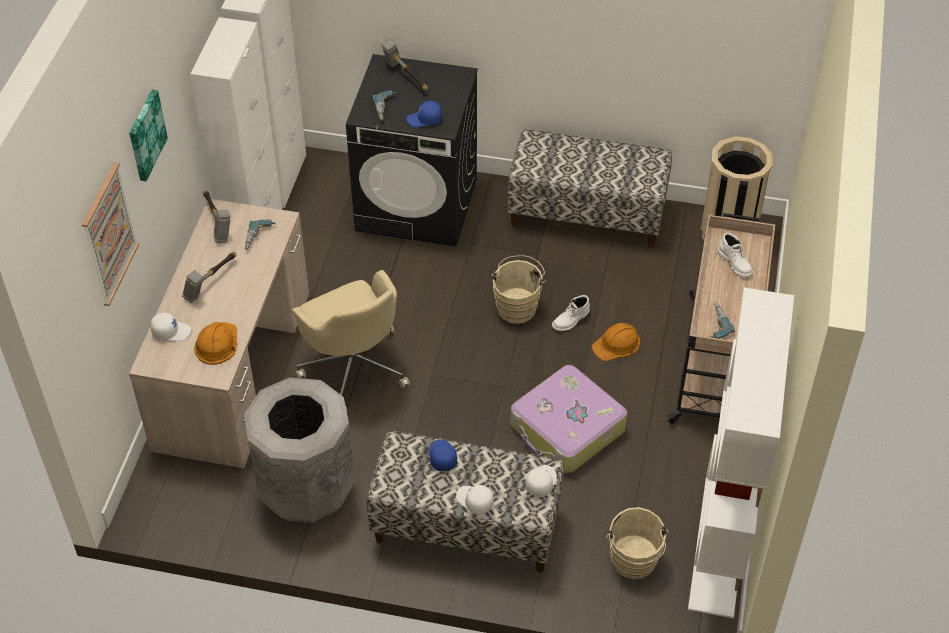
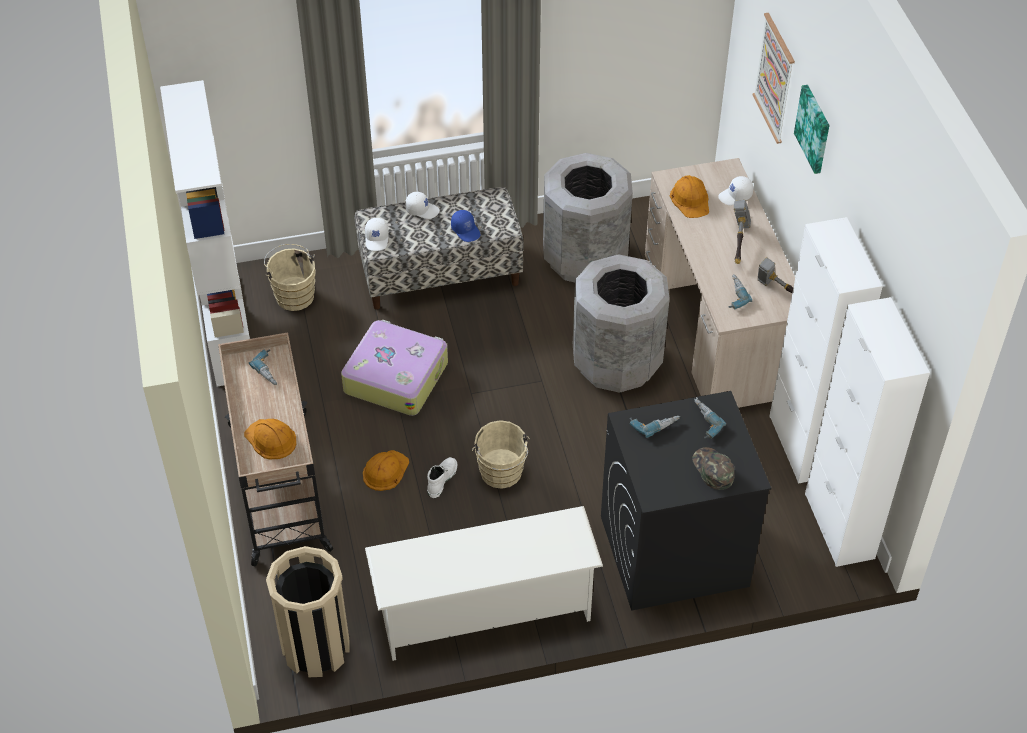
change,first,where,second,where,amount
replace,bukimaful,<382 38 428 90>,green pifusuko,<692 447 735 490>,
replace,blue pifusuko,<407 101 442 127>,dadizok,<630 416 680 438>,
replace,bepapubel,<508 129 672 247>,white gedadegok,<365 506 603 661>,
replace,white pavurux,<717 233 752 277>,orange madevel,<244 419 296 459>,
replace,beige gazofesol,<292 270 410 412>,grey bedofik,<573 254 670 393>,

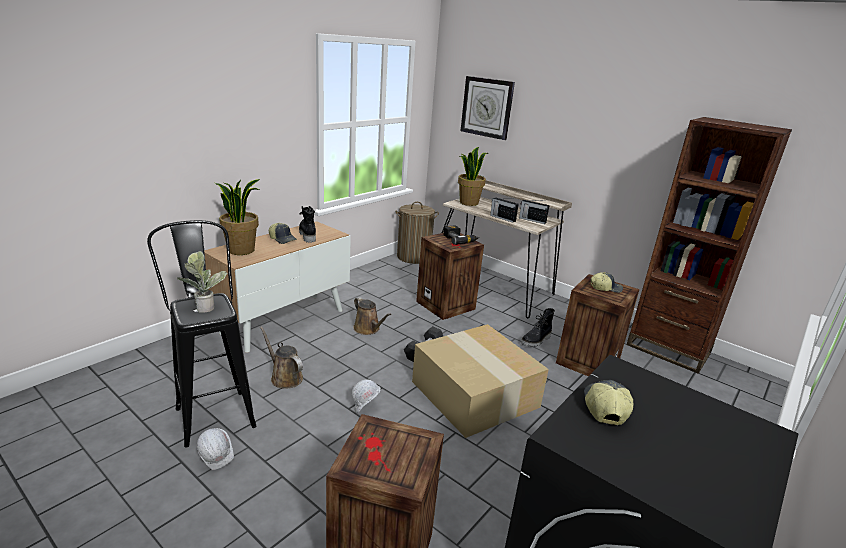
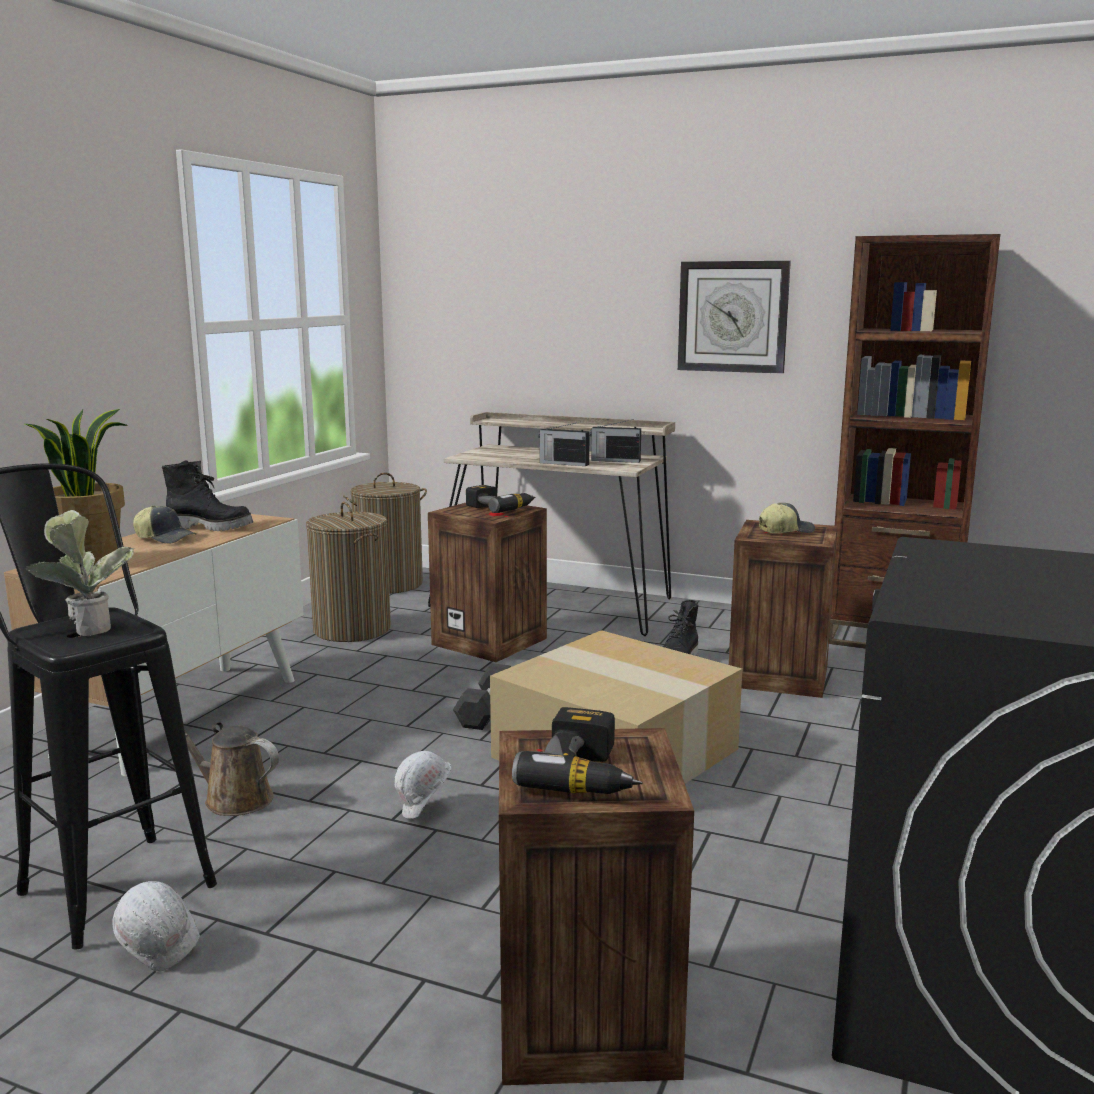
change,first,where,second,where,amount
move,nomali,<461 76 515 140>,,<678 261 791 374>,
delete,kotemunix,<458 147 489 206>,,,
rotate,black pavurux,<299 206 316 243>,,<162 460 253 531>,135 degrees clockwise
delete,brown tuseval,<354 297 391 335>,,,
delete,pifusuko,<584 380 633 425>,,,
insert,,,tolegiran,<306 502 391 642>,
insert,,,dadizok,<512 707 643 794>,

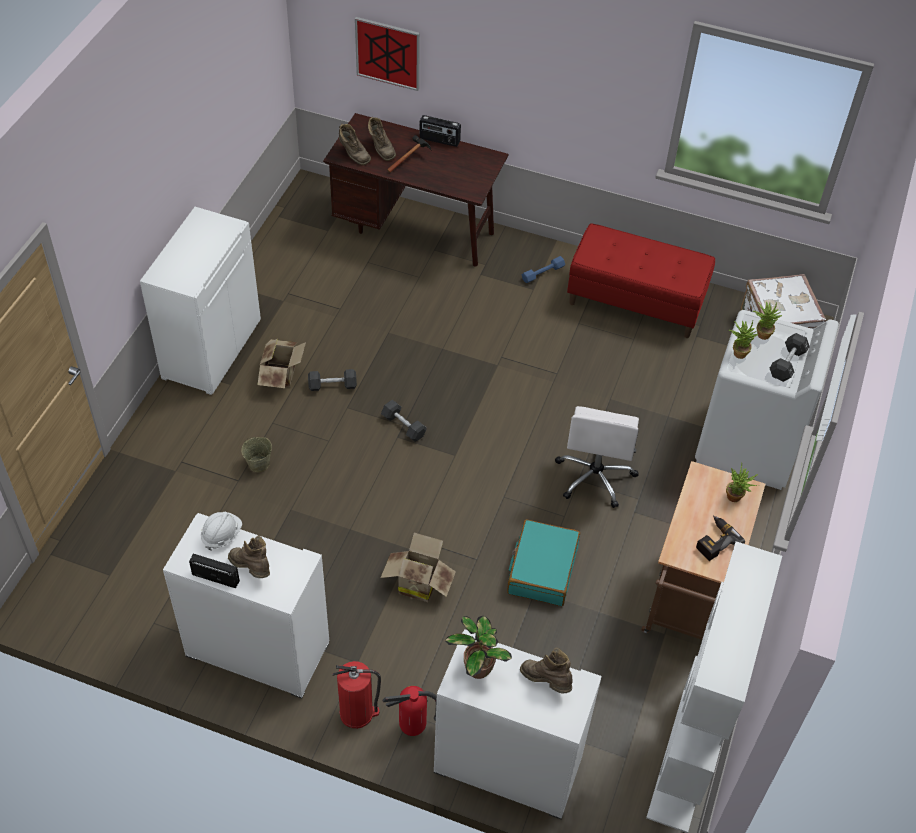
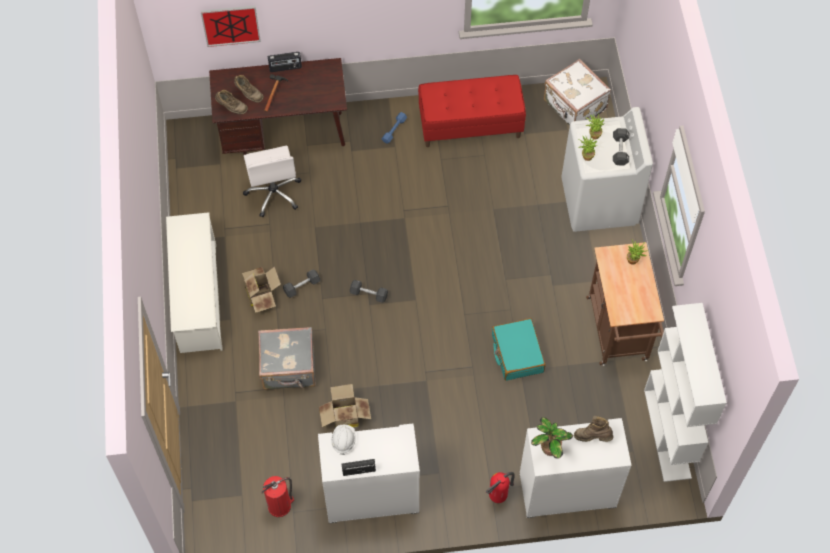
change,first,where,second,where,amount
replace,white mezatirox,<140 207 261 395>,white gedadegok,<166 212 223 353>,
move,white gazofesol,<555 406 639 508>,,<243 146 301 217>,
replace,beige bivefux,<241 437 272 472>,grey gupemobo,<258 327 315 390>,
delete,dadizok,<696 515 745 561>,,,
move,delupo,<380 533 456 602>,,<319 384 371 428>,
delete,brown pavurux,<228 535 270 578>,,,
move,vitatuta,<332 661 381 729>,,<261 476 294 517>,

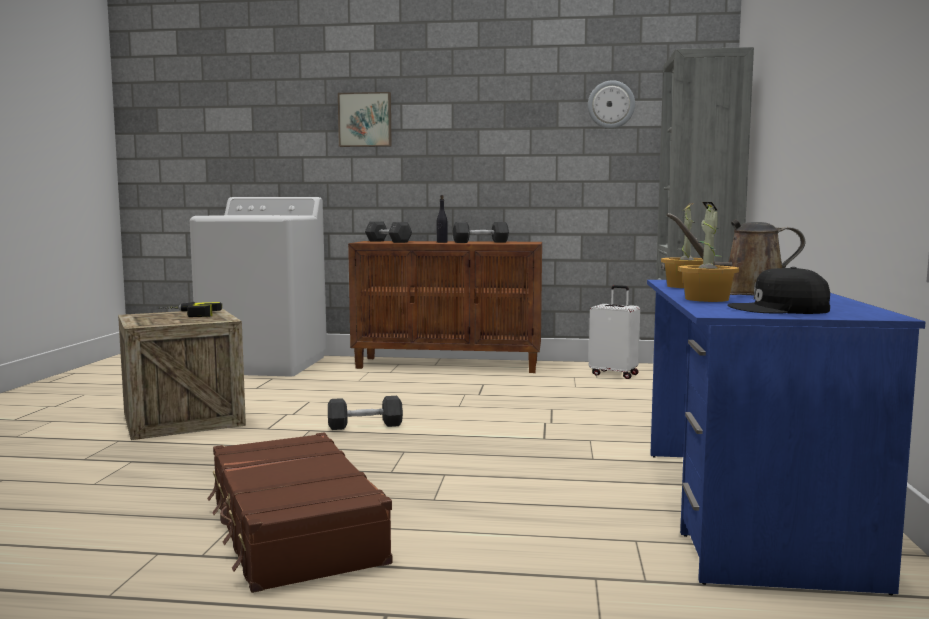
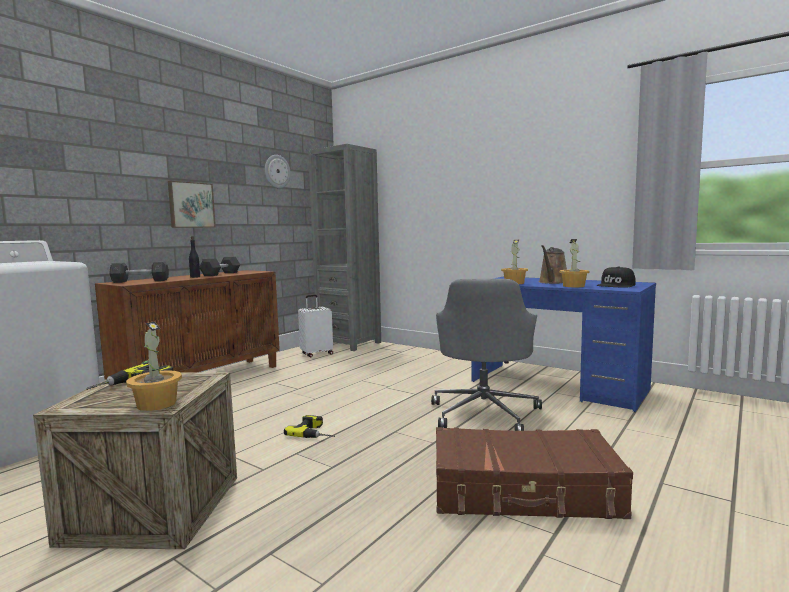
change,first,where,second,where,amount
move,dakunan,<338 92 392 147>,,<168 181 216 228>,
replace,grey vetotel,<328 396 403 430>,dadizok,<284 415 335 438>,
insert,,,grey gazofesol,<431 278 542 431>,
insert,,,kotemunix,<126 321 182 411>,

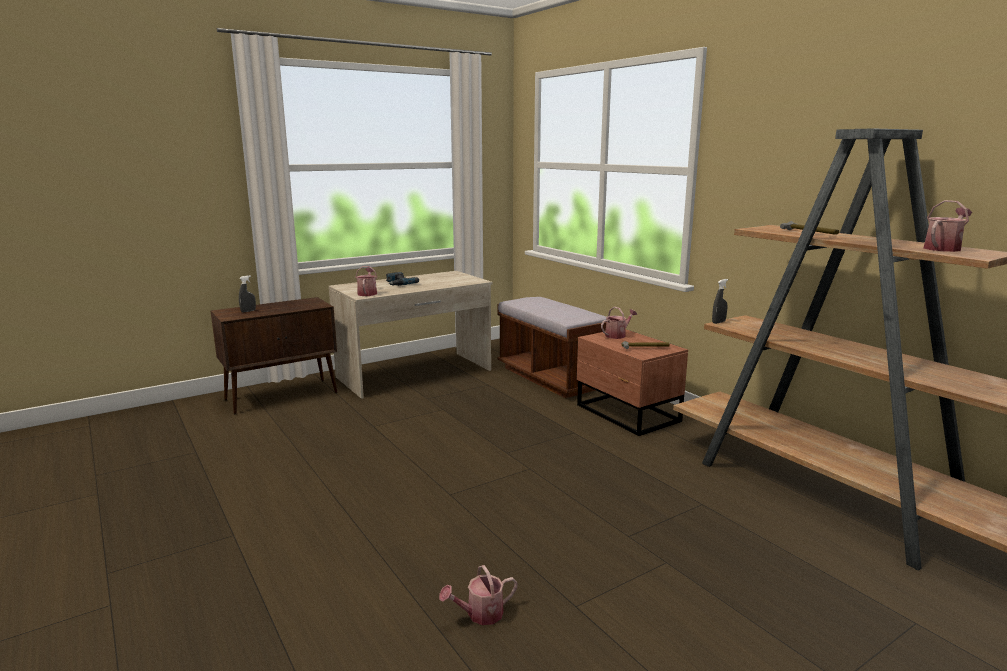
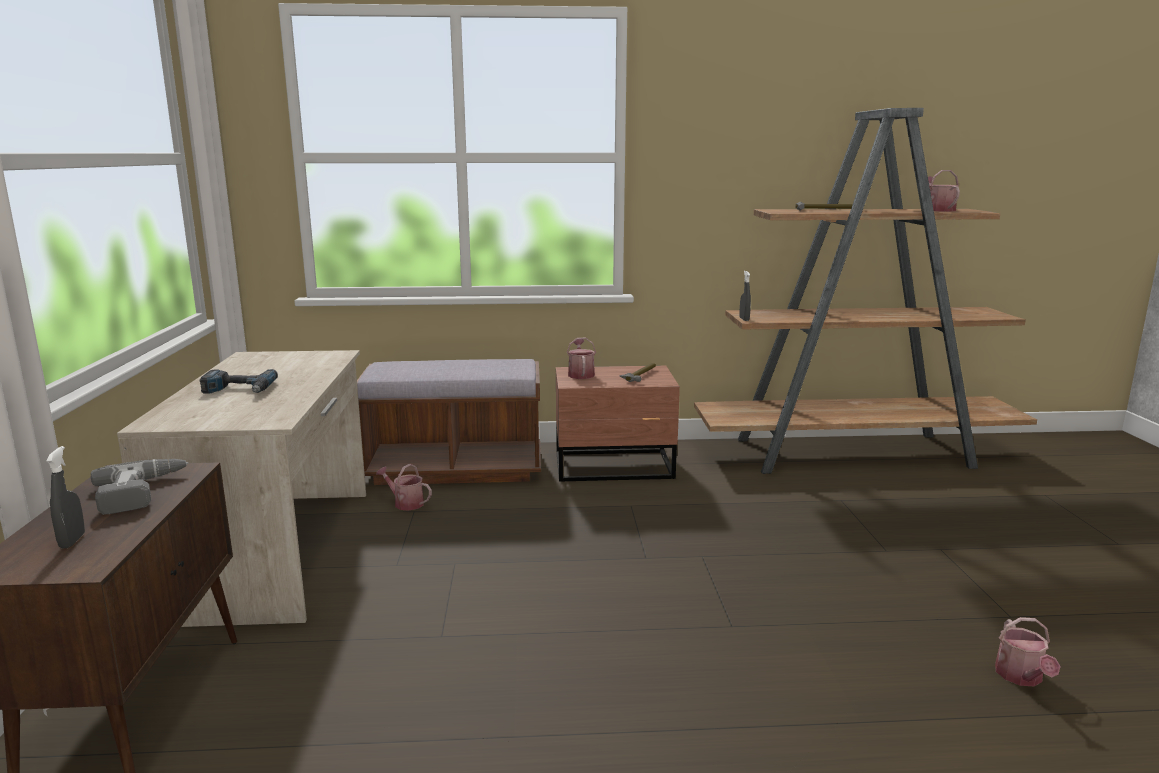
change,first,where,second,where,amount
move,tuseval,<355 266 377 296>,,<376 463 432 511>,
insert,,,dadizok,<91 459 189 515>,

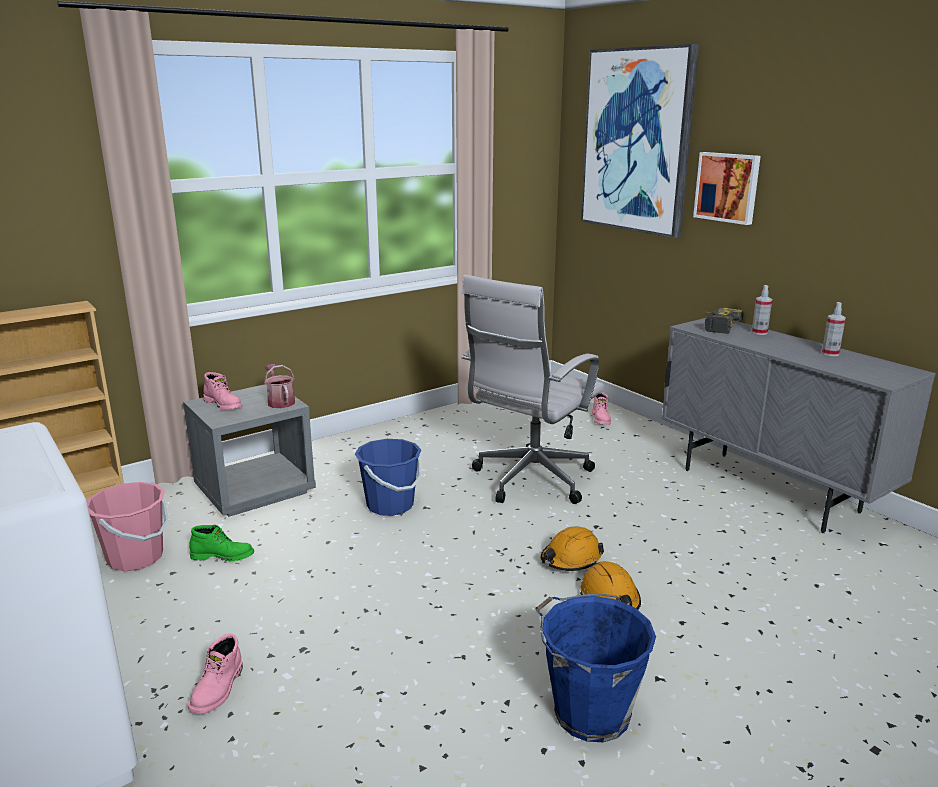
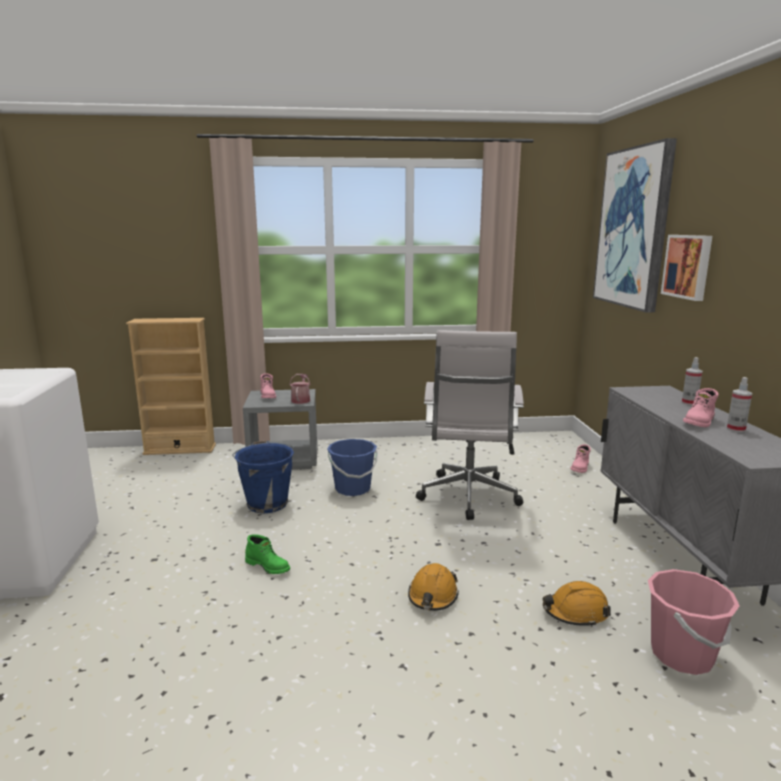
change,first,where,second,where,amount
rotate,white gazofesol,<462 275 604 504>,,<416 330 524 520>,60 degrees counterclockwise
delete,dadizok,<705 308 744 334>,,,
move,pink bivefux,<87 482 169 571>,,<648 569 739 675>,
move,green pavurux,<189 525 254 562>,,<245 534 290 574>,
move,orange madevel,<541 527 604 571>,,<543 581 611 627>,
move,blue bivefux,<535 593 656 742>,,<232 440 295 513>,
move,pink pavurux,<188 634 243 714>,,<683 388 719 427>,

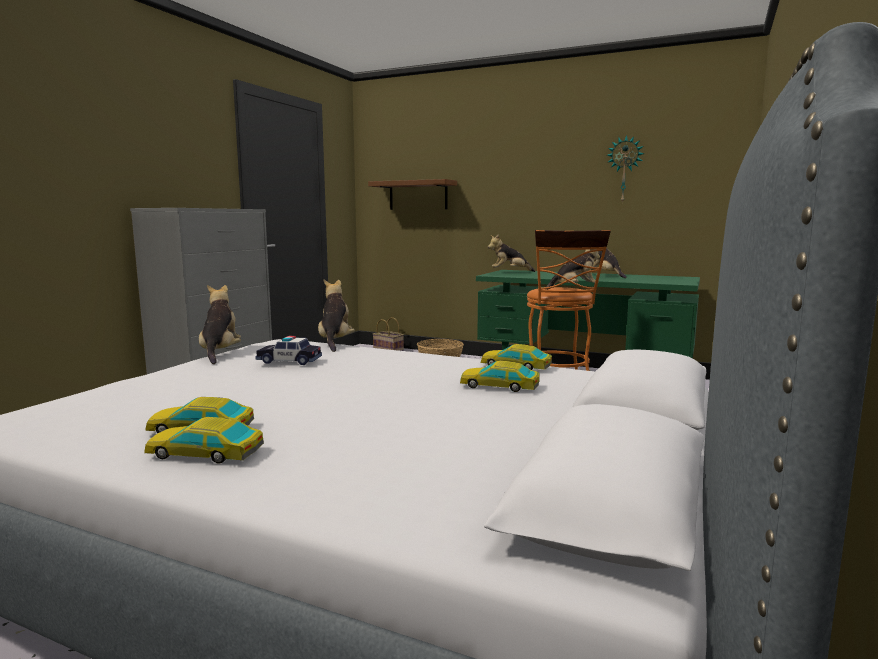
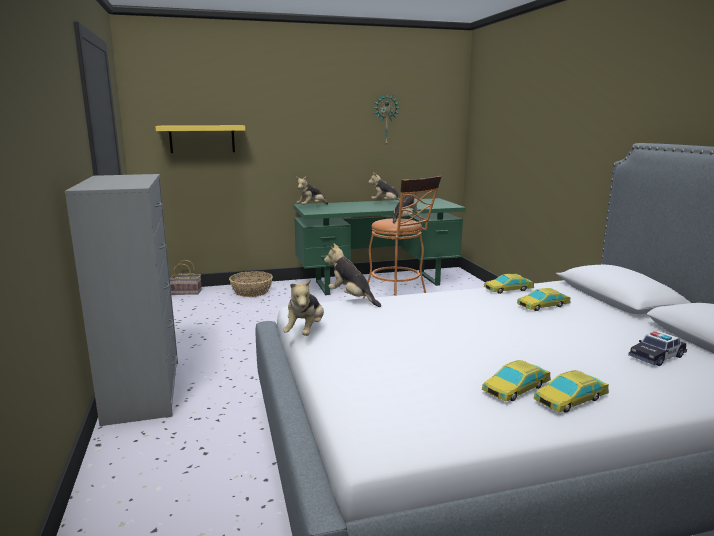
change,first,where,second,where,amount
recolor,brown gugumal,<368 179 457 210>,yellow gugumal,<155 125 245 153>,
rotate,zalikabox,<199 285 241 364>,,<283 279 324 336>,120 degrees counterclockwise
move,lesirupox,<255 336 322 365>,,<628 331 687 366>,

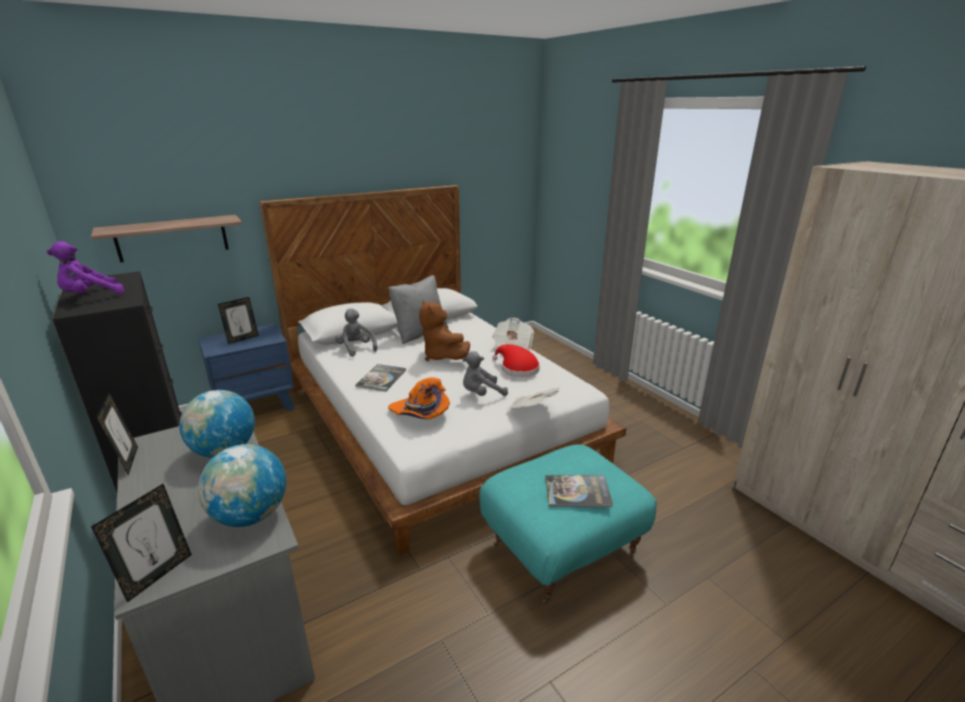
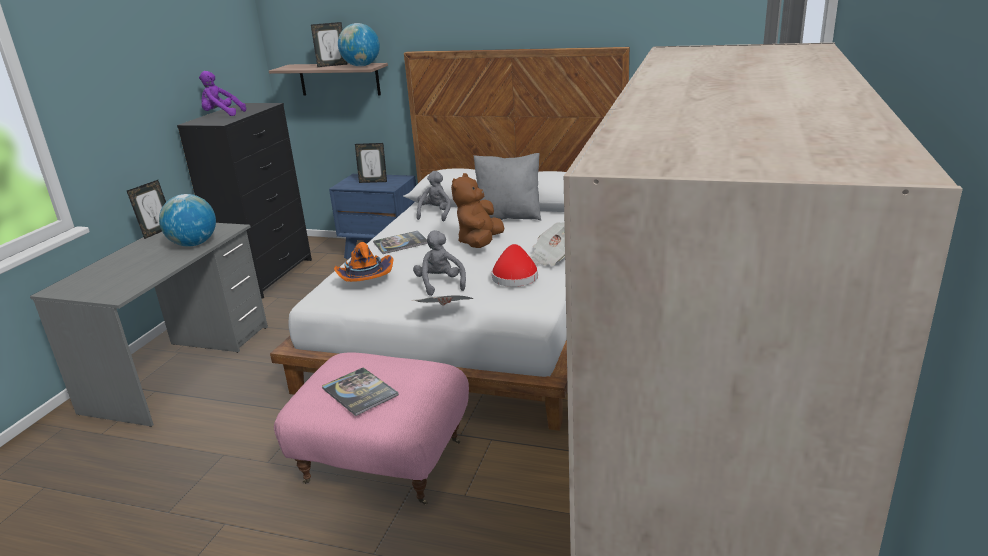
change,first,where,second,where,amount
rotate,grey zalikabox,<462 351 508 396>,,<413 230 466 296>,45 degrees clockwise
move,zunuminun,<198 444 286 527>,,<338 23 380 67>,
recolor,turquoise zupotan,<479 444 657 604>,pink zupotan,<274 352 469 505>,
move,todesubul,<91 484 192 603>,,<311 22 348 67>,

